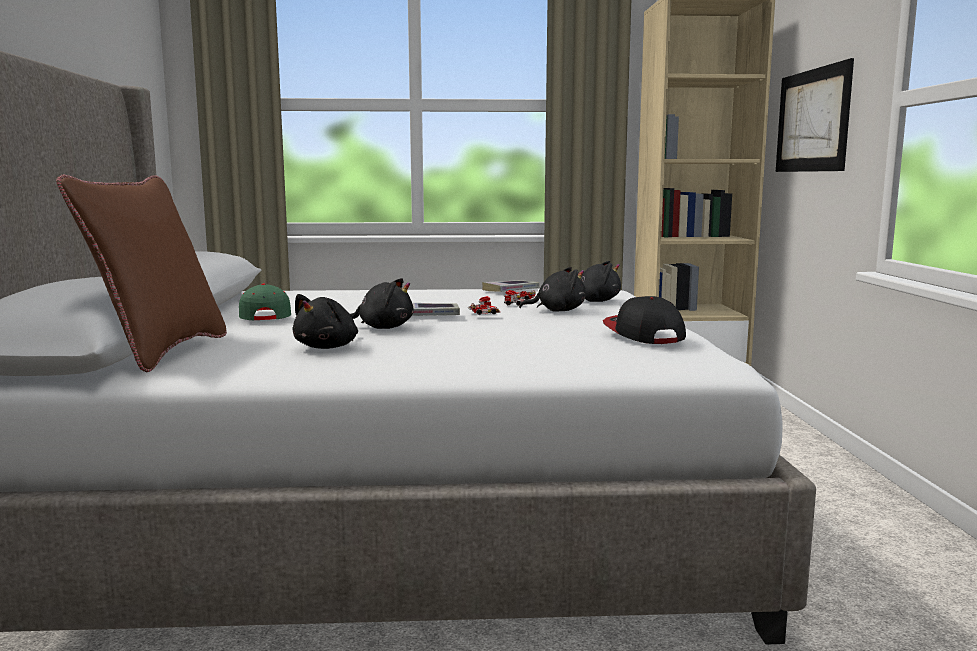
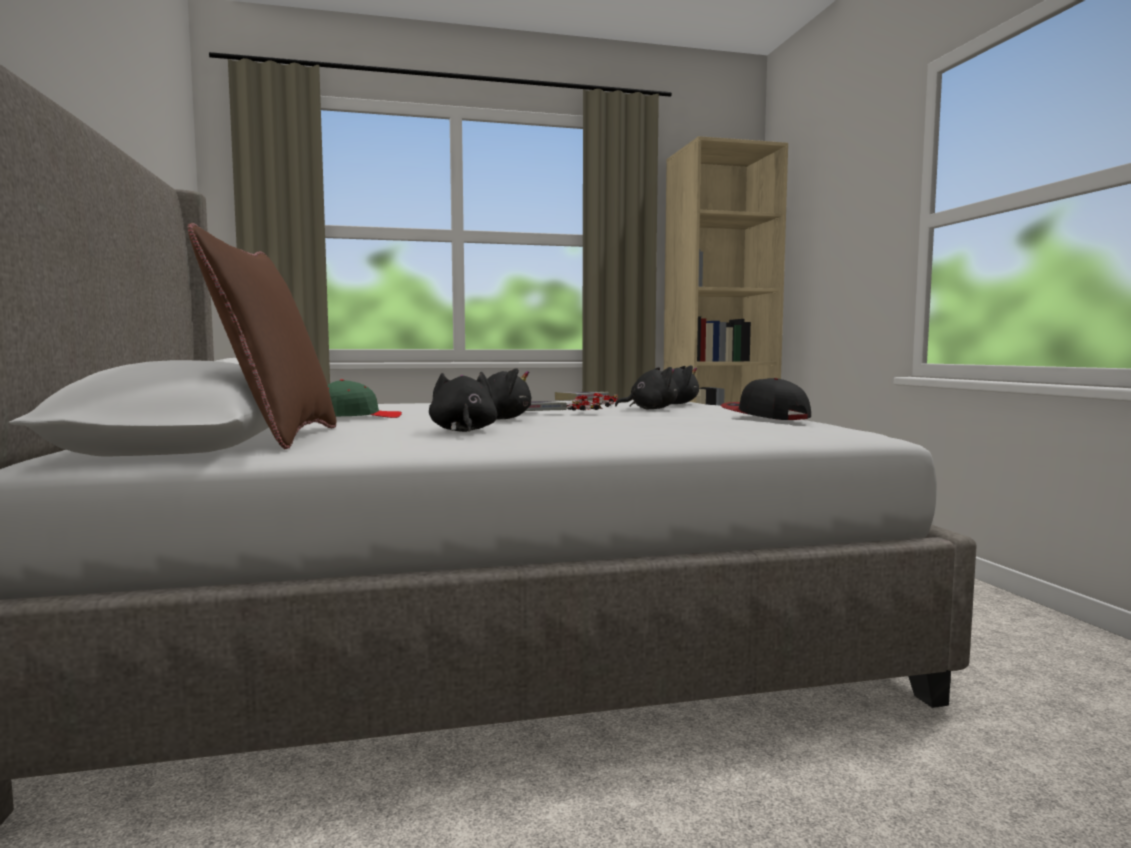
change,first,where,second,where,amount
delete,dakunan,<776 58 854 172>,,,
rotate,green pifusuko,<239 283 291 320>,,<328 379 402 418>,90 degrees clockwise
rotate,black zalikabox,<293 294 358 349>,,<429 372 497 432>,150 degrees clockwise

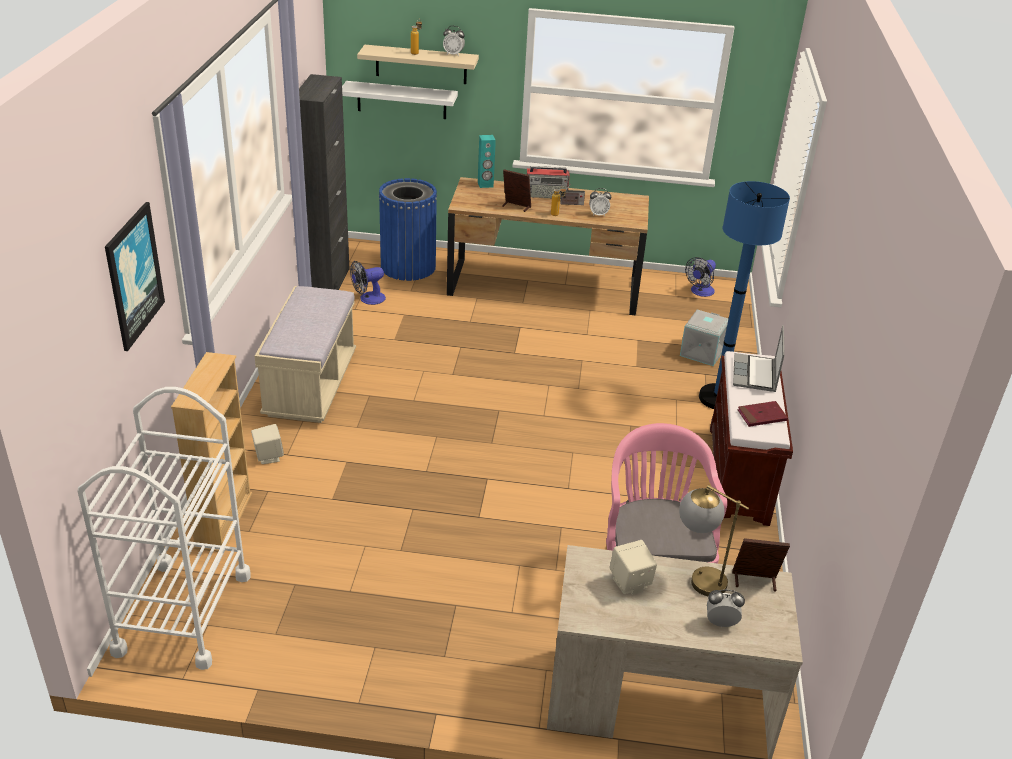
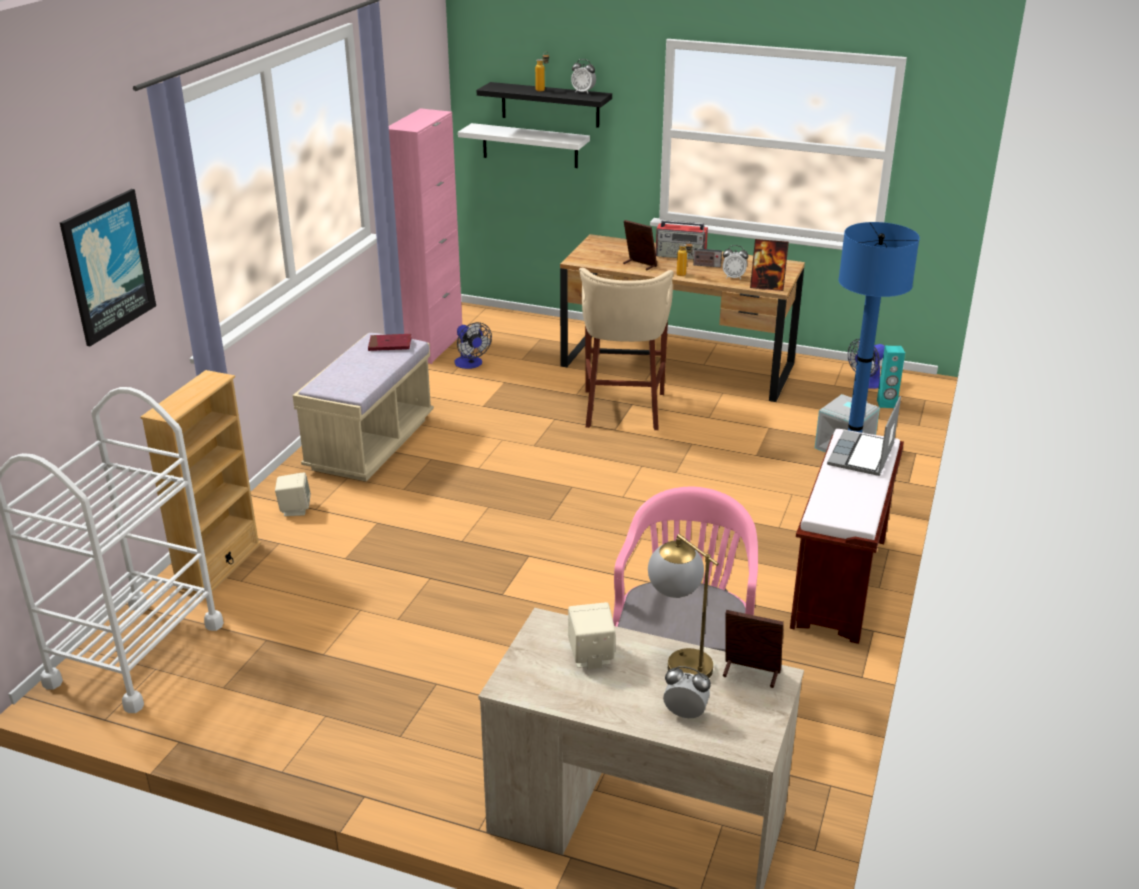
change,first,where,second,where,amount
recolor,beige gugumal,<357 45 479 84>,black gugumal,<477 82 612 128>,
recolor,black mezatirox,<299 74 349 290>,pink mezatirox,<389 108 462 364>,
move,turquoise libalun,<478 135 496 188>,,<877 346 905 408>,
delete,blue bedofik,<379 178 437 281>,,,
rotate,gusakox,<350 261 386 305>,,<455 322 492 369>,105 degrees counterclockwise
move,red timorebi,<737 401 788 427>,,<368 334 412 351>,
insert,,,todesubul,<750 239 789 291>,
insert,,,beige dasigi,<579 268 674 430>,

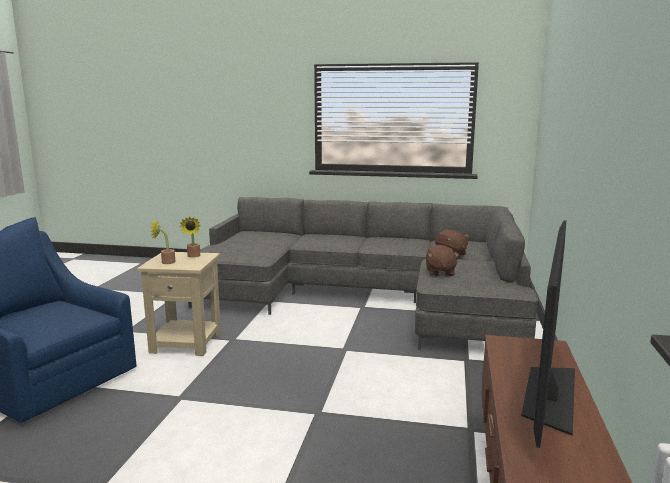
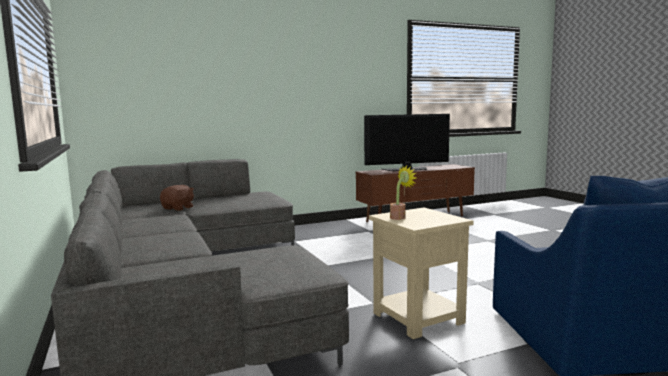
change,first,where,second,where,amount
delete,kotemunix,<150 220 175 264>,,,
delete,brown zalikabox,<426 245 459 276>,,,

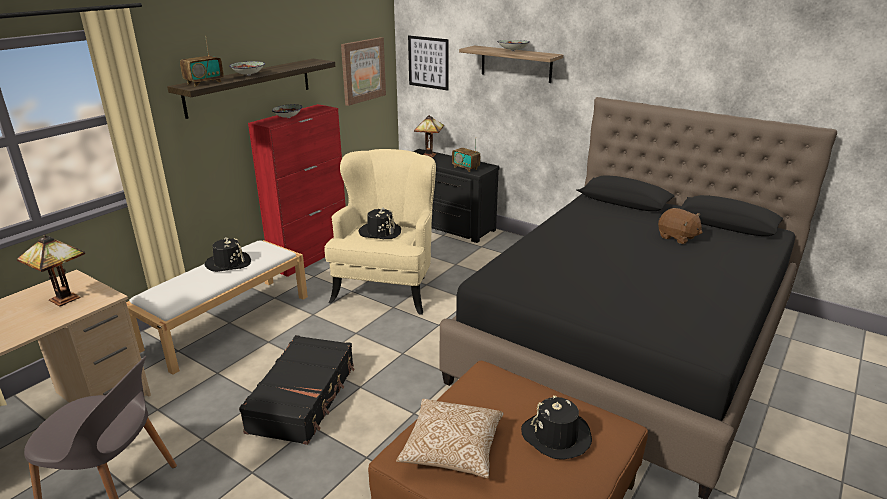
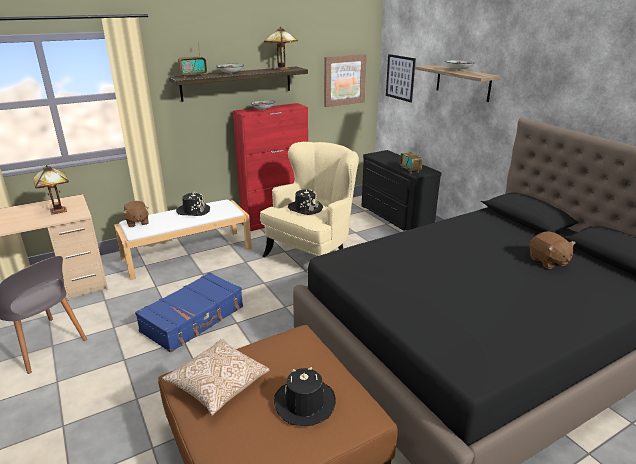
change,first,where,second,where,amount
move,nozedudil,<414 115 444 158>,,<264 27 298 70>,
recolor,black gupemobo,<239 335 355 445>,blue gupemobo,<135 272 243 353>,
insert,,,brown zalikabox,<123 201 149 227>,

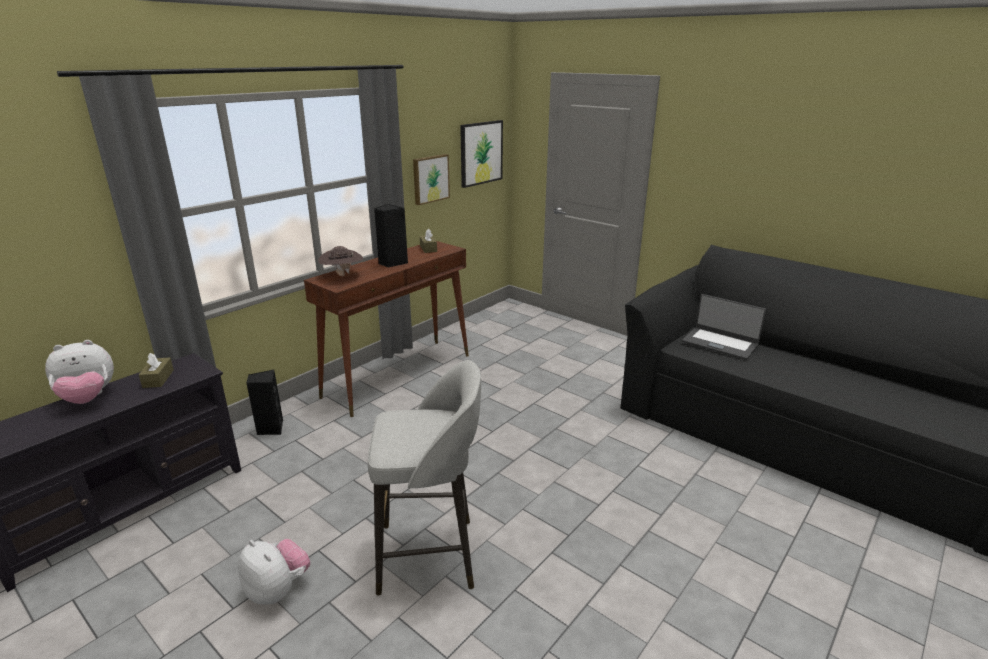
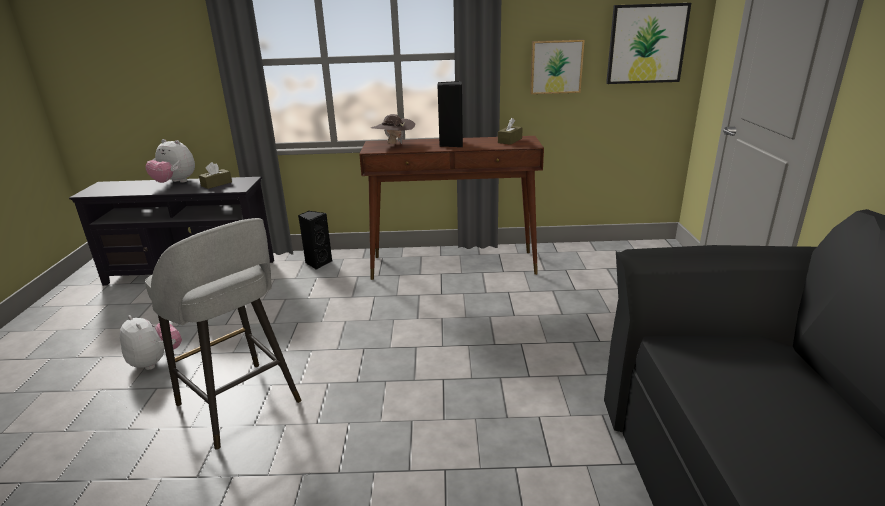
change,first,where,second,where,amount
delete,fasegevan,<682 294 766 360>,,,
rotate,zalikabox,<238 539 310 604>,,<120 315 182 370>,45 degrees counterclockwise

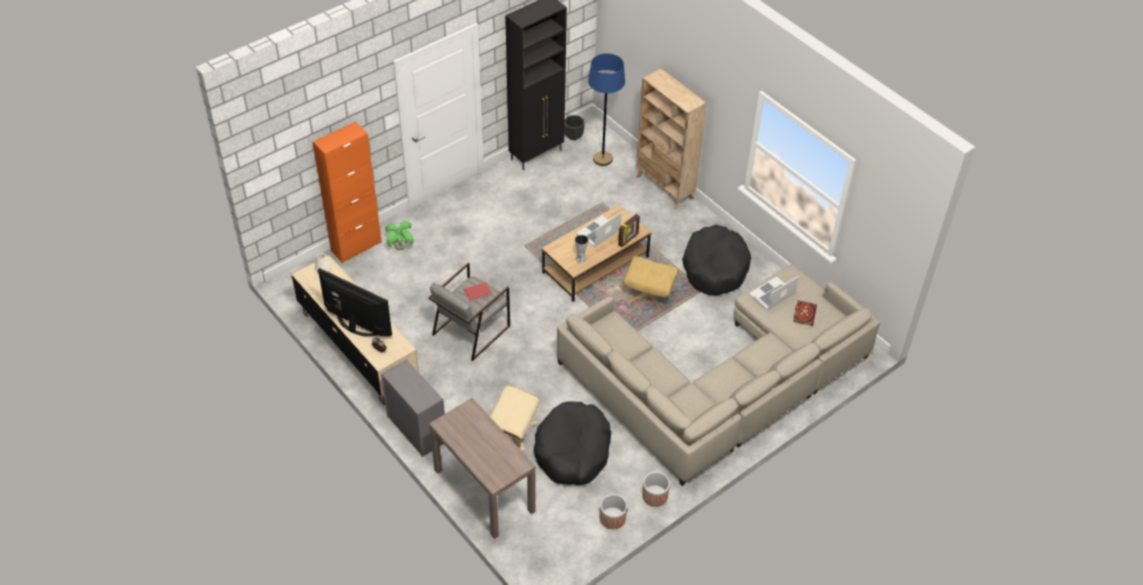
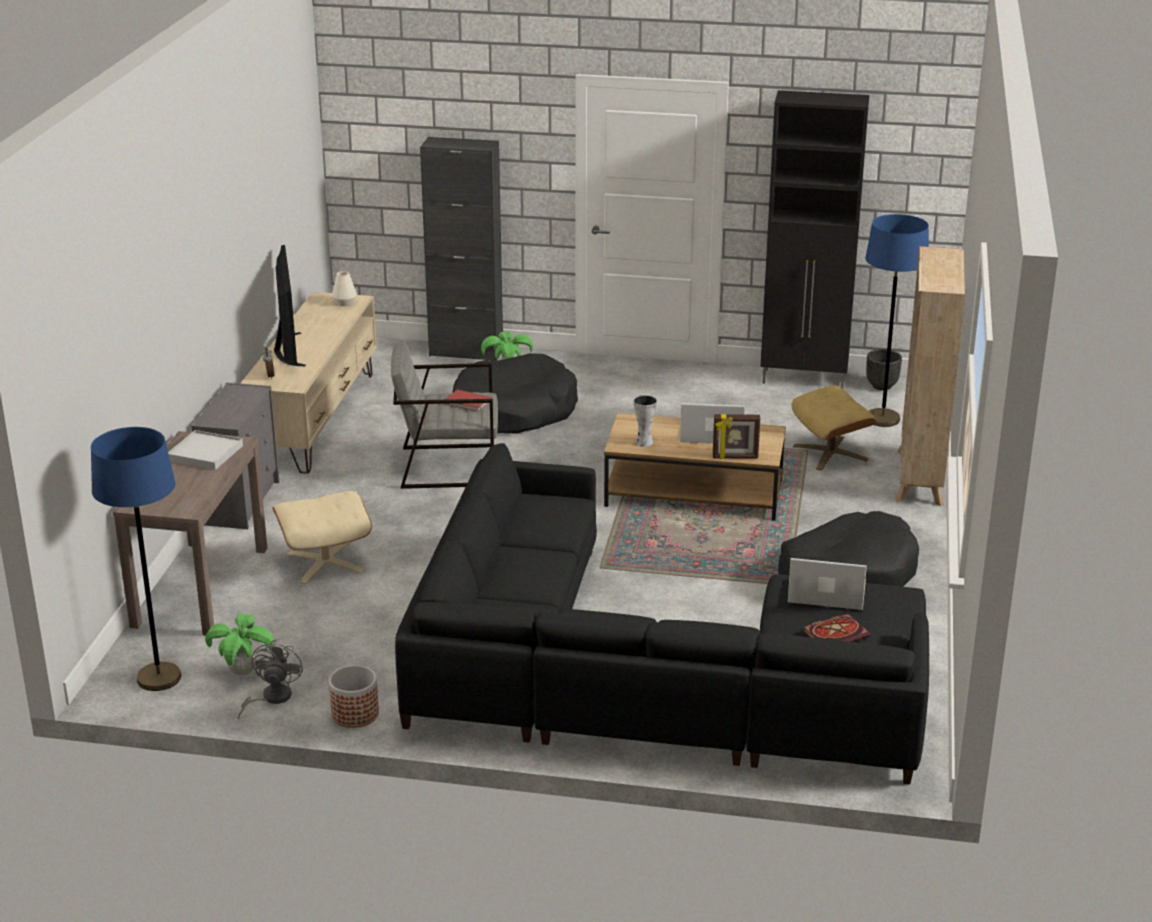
change,first,where,second,where,amount
recolor,orange mezatirox,<313 121 382 263>,black mezatirox,<420 137 503 360>,
move,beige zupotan,<623 256 679 311>,,<792 385 876 471>,
recolor,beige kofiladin,<557 264 881 486>,black kofiladin,<395 443 929 784>,
move,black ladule,<534 401 611 485>,,<452 353 578 434>,
replace,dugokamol,<600 494 627 529>,grey gusakox,<238 639 303 720>,
insert,,,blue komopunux,<91 427 181 691>,
insert,,,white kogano,<168 430 243 470>,
insert,,,kotemunix,<205 613 274 675>,

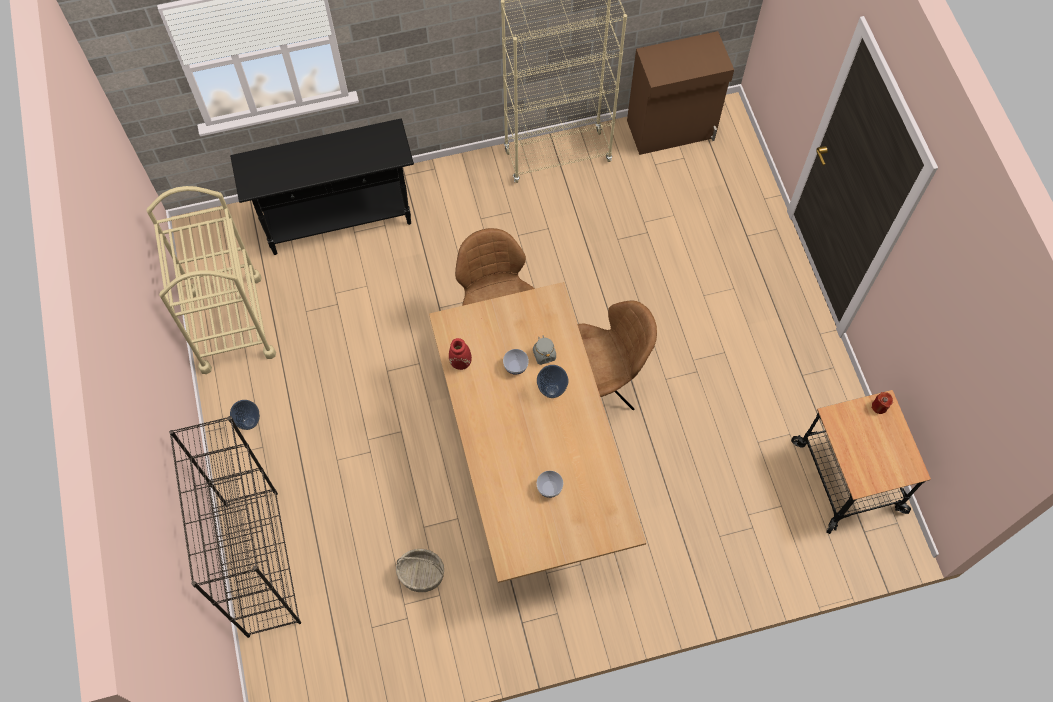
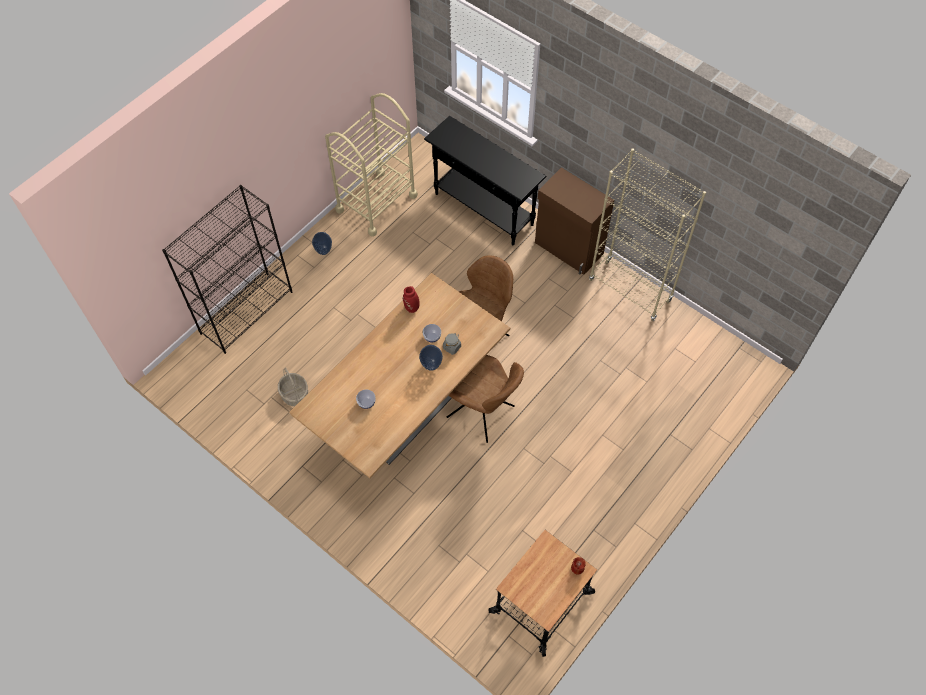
change,first,where,second,where,amount
move,brown mezatirox,<627 31 734 155>,,<535 167 614 275>,

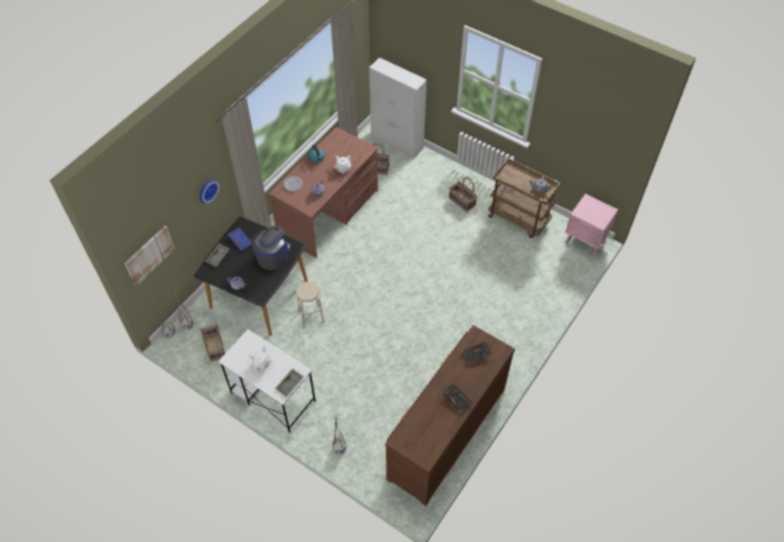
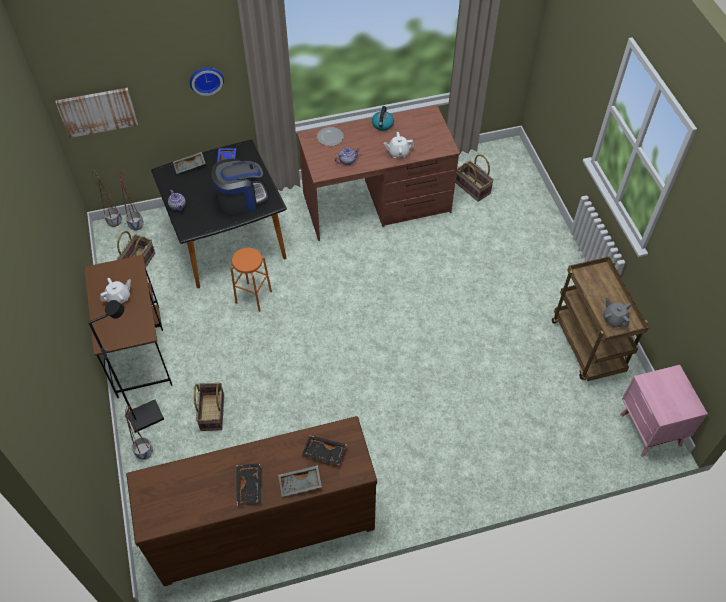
change,first,where,second,where,amount
delete,white mezatirox,<369 57 427 158>,,,
move,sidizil,<449 177 478 212>,,<194 383 224 431>,
recolor,beige dasigi,<296 282 324 328>,orange dasigi,<231 248 272 312>,
recolor,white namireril,<218 329 316 432>,brown namireril,<84 255 172 398>,
move,grey kogano,<275 368 304 397>,,<278 465 322 497>,
insert,,,black komopunux,<88 300 164 433>,

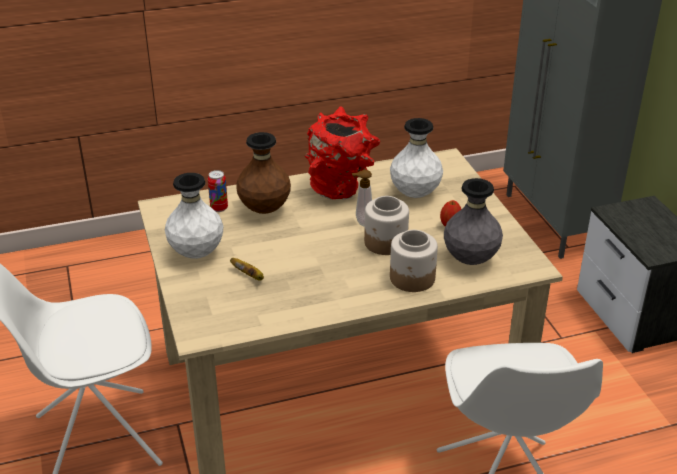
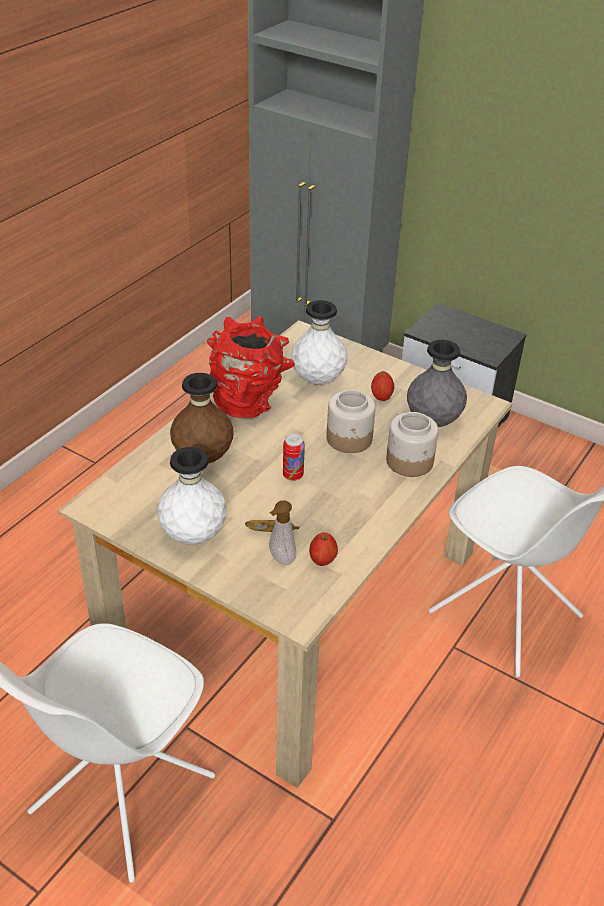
change,first,where,second,where,amount
move,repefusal,<208 170 228 212>,,<283 434 305 481>,
move,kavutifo,<352 170 372 226>,,<269 500 296 565>,
insert,,,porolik,<309 532 338 566>,

